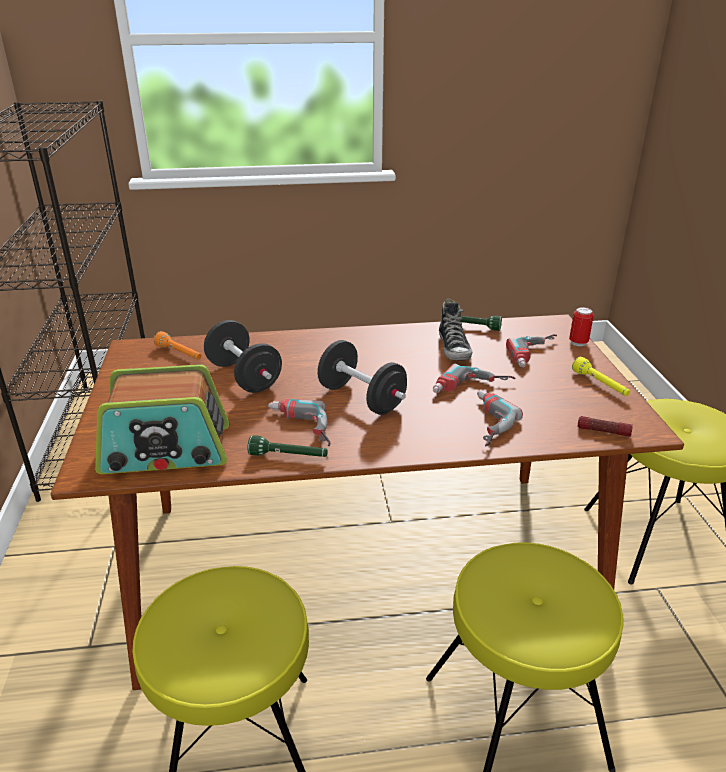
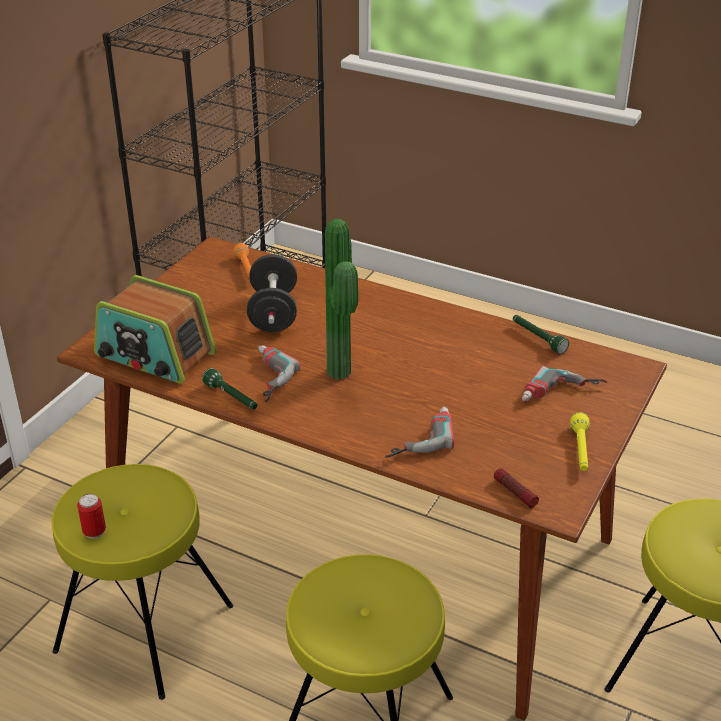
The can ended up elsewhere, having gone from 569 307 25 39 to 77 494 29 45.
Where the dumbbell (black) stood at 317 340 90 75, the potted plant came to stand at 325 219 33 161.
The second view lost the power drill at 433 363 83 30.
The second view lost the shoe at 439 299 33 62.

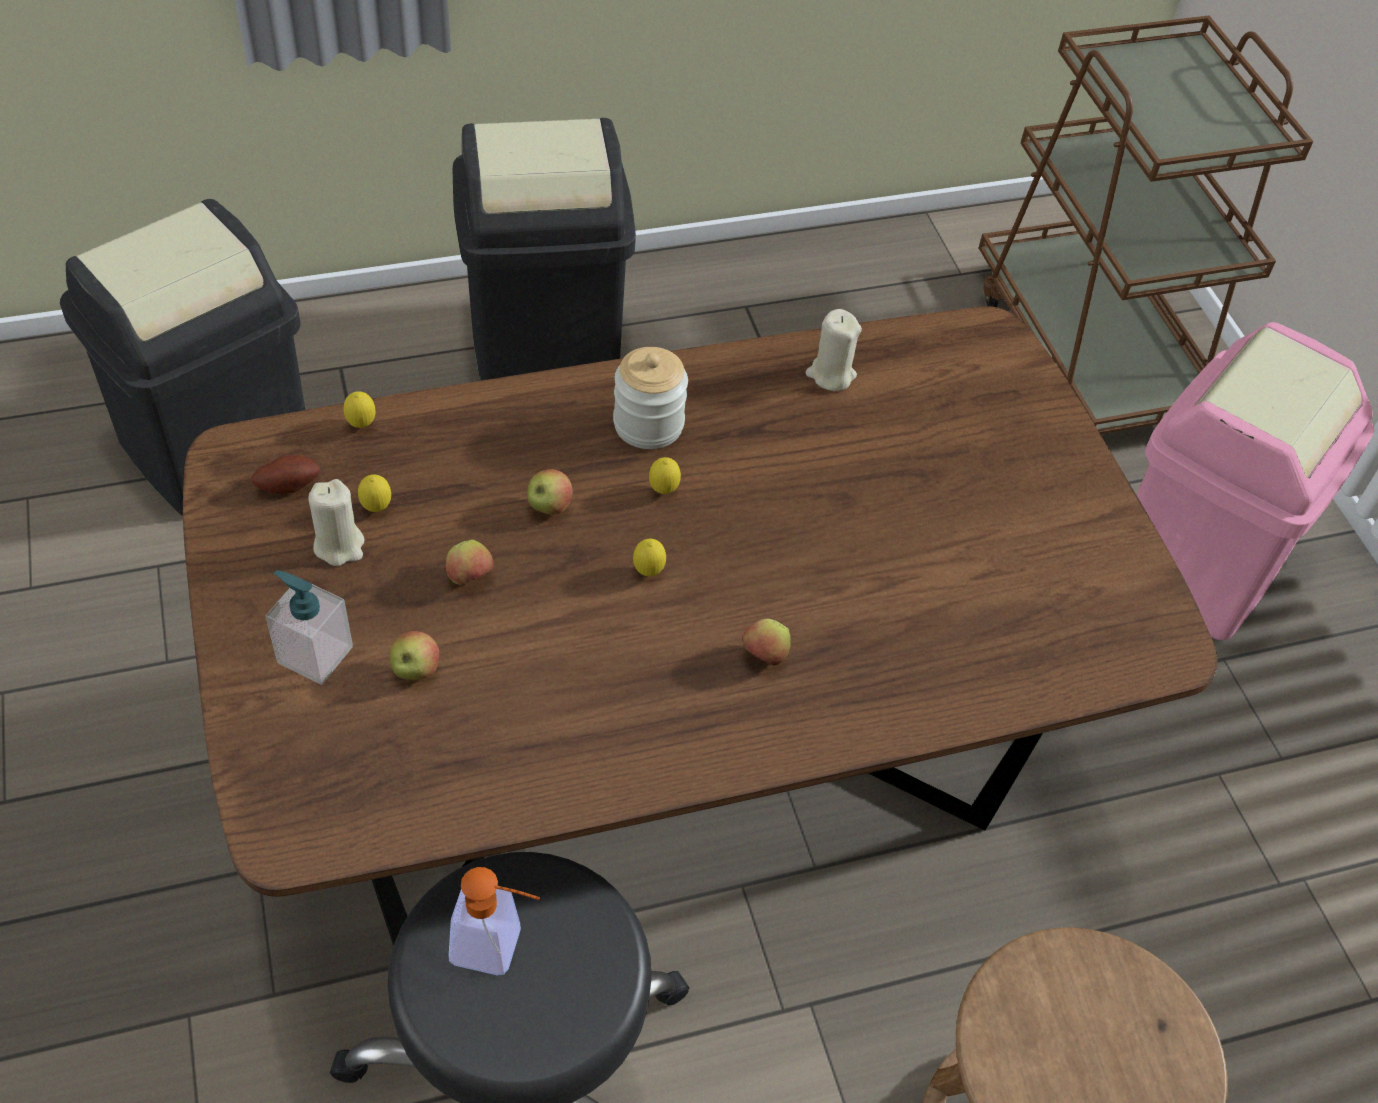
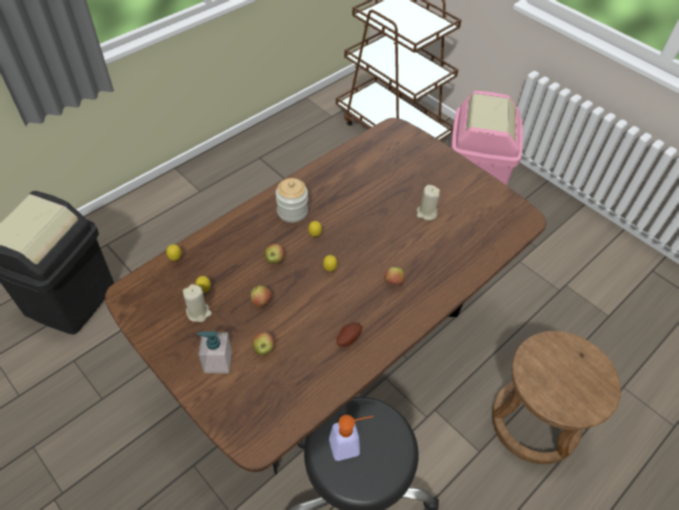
The potato ended up elsewhere, having gone from 251 455 69 39 to 336 323 26 24.
The candle (beige) ended up elsewhere, having gone from 806 309 56 82 to 417 185 23 35.
The second view lost the trash can (black) at 453 118 183 263.

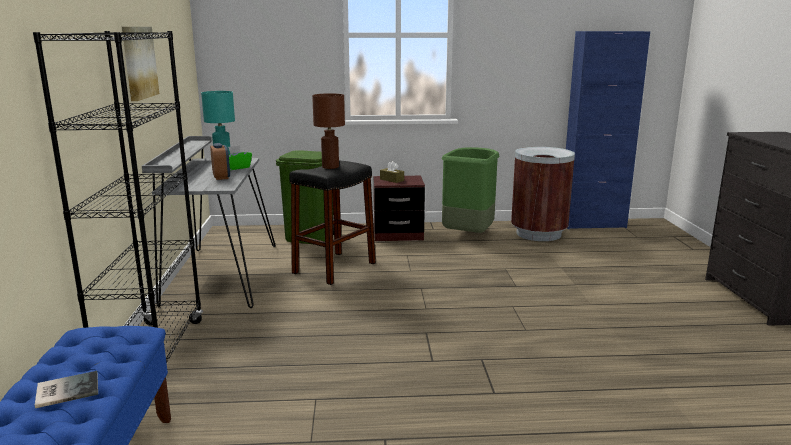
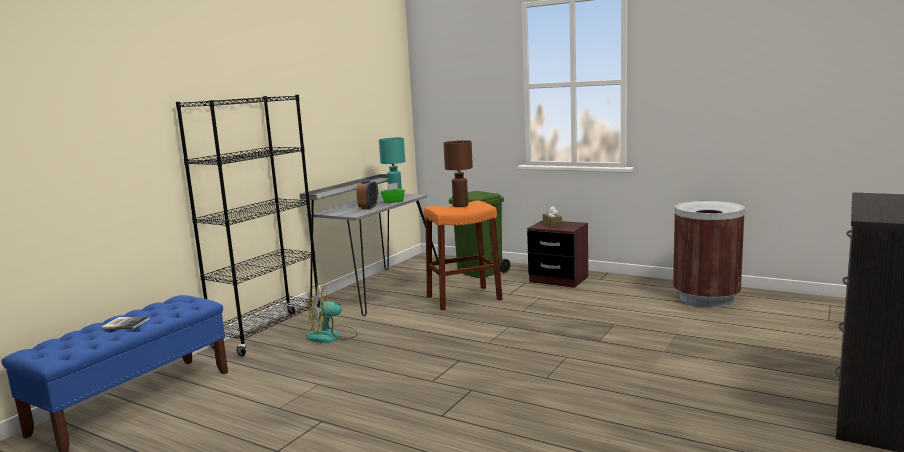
The second view gained the fan at 306 283 52 60.
What was the stool (black) at 289 161 87 124 turned into the stool (orange) at 424 201 79 110.
The second view lost the picture at 122 27 37 74.
The second view lost the trash can (green) at 442 147 57 86.
The second view lost the cabinet (blue) at 566 31 84 198.

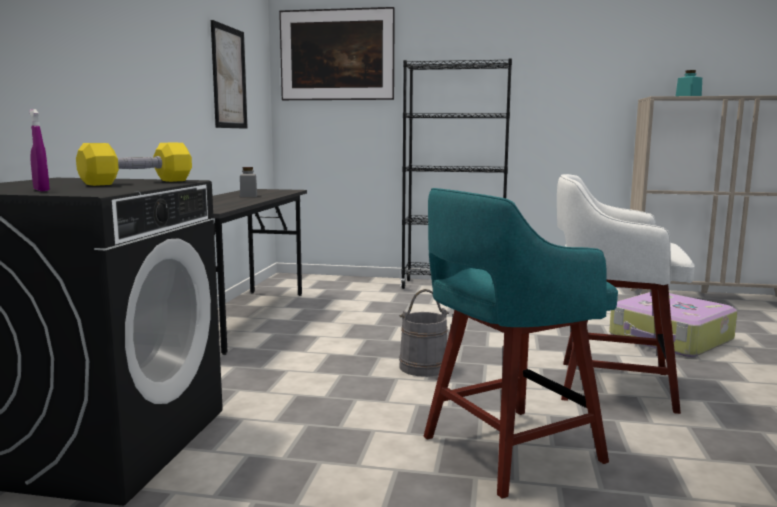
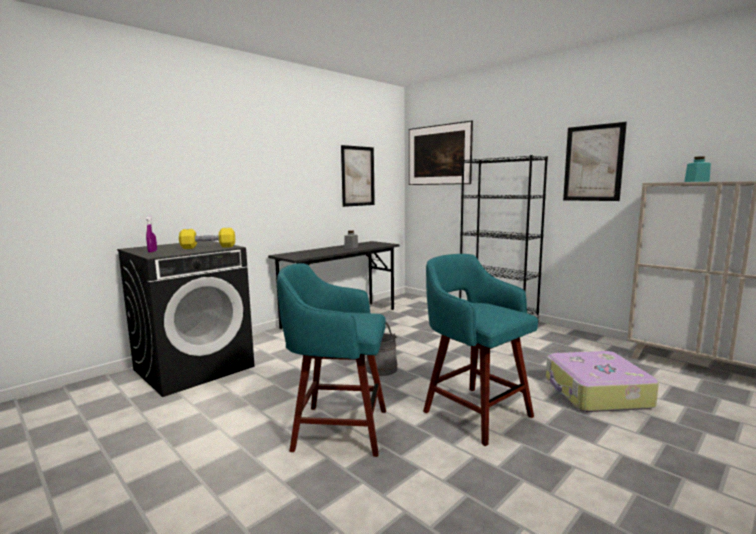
What was the stool (white) at 557 174 138 240 turned into the stool (turquoise) at 423 254 115 192.
The second view gained the picture at 563 122 64 79.

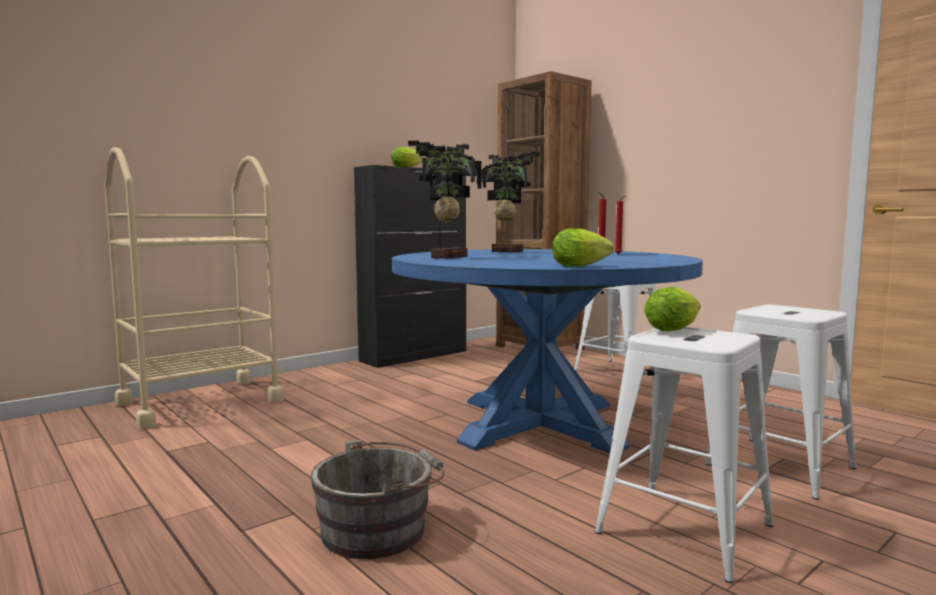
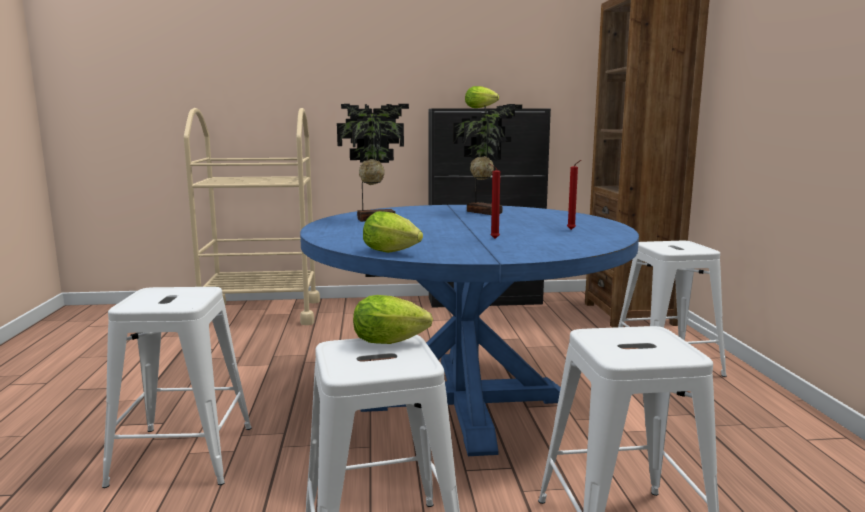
Where the bucket (grey) stood at 311 439 133 120, the stool (white) came to stand at 102 287 150 201.

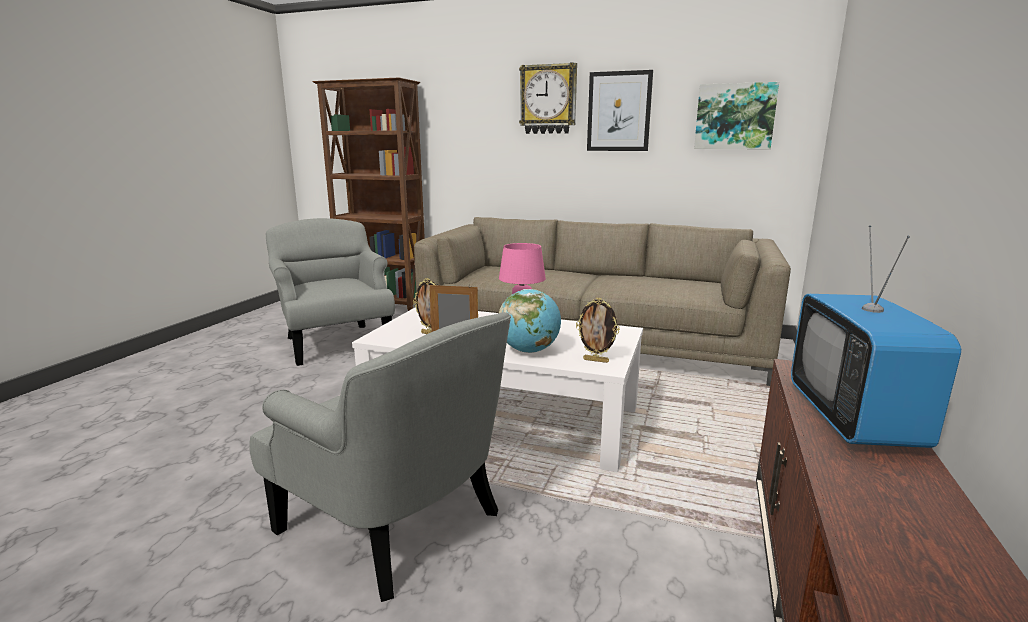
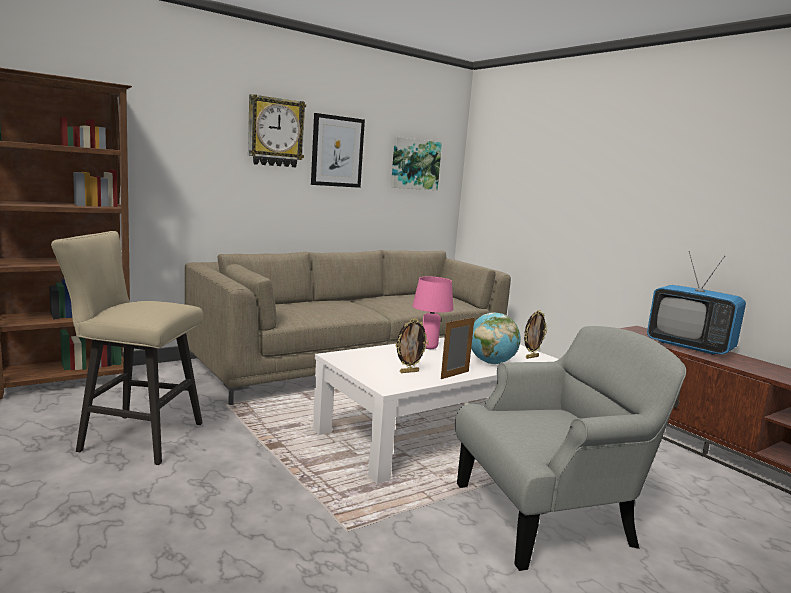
Where the armchair (grey) stood at 266 218 129 148, the stool (beige) came to stand at 51 231 152 234.

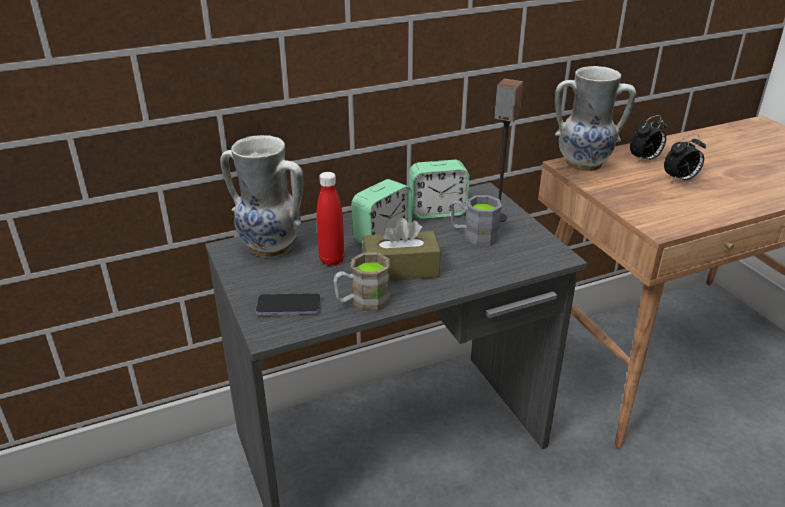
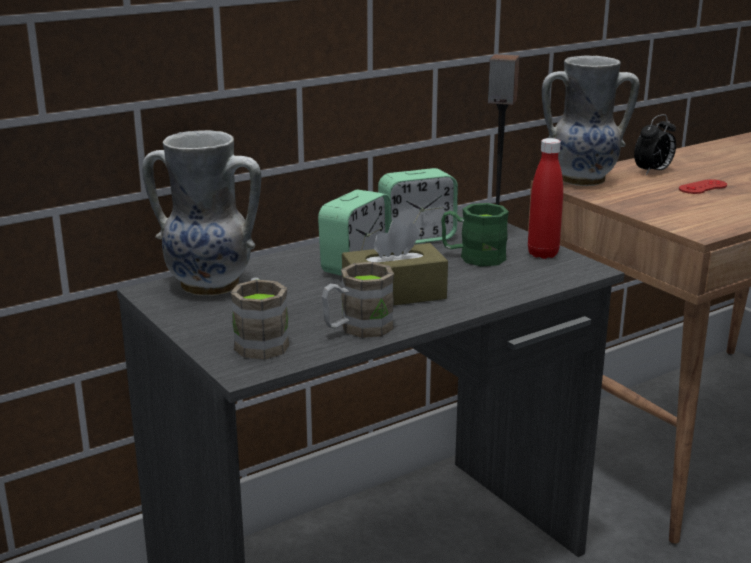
Where the phone stood at 256 293 65 22, the mug (brown) came to stand at 231 278 59 82.
What was the mug (grey) at 451 195 51 51 turned into the mug (green) at 441 203 68 64.
The bottle (red) ended up elsewhere, having gone from 316 172 29 94 to 528 138 35 121.
Where the alarm clock stood at 664 134 42 49, the game controller (red) came to stand at 679 179 48 15.

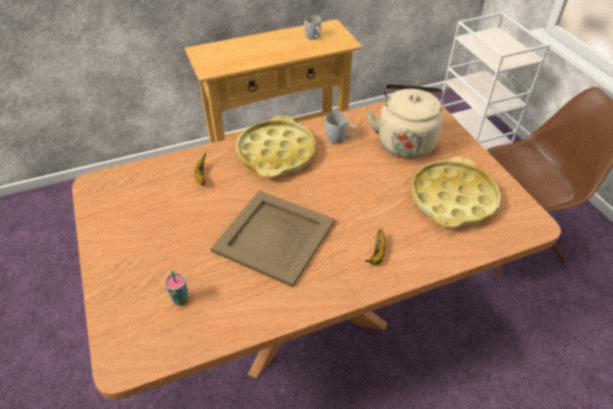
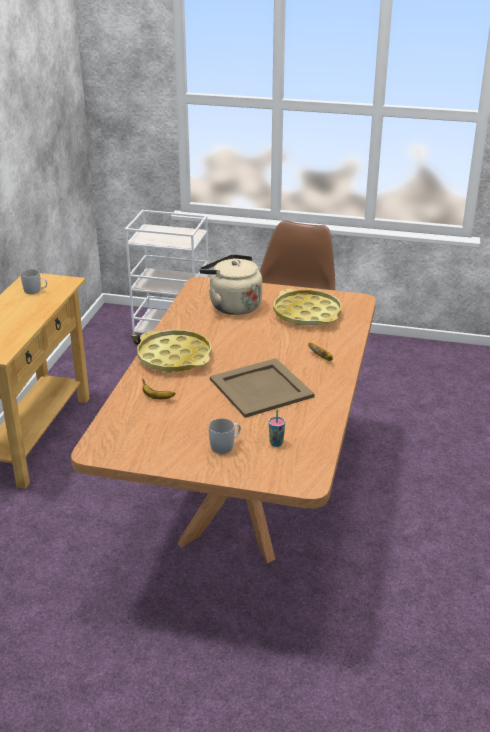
The mug (white) ended up elsewhere, having gone from 325 112 31 31 to 209 418 32 36.

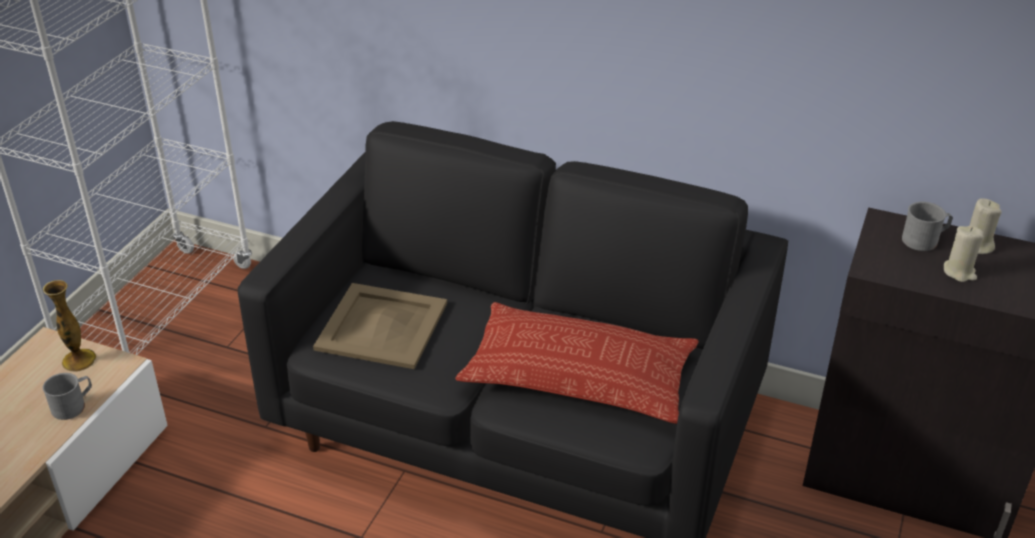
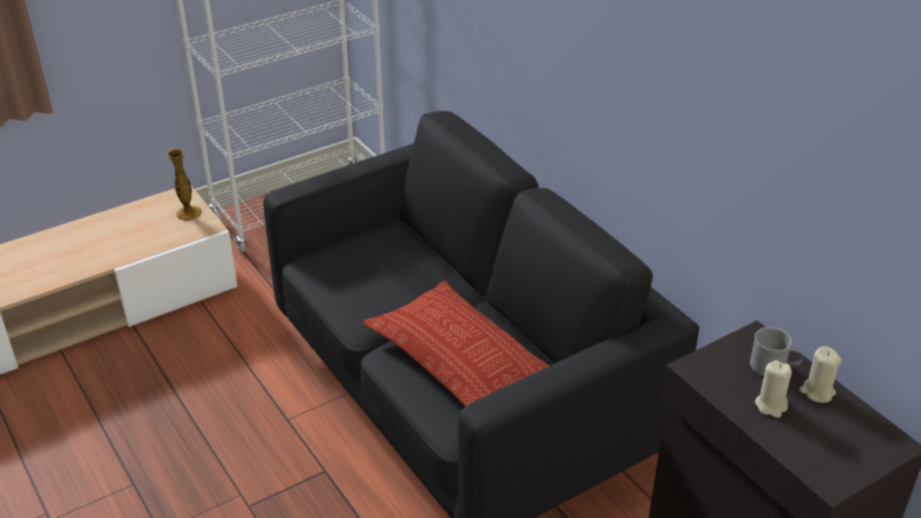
The second view lost the mug (grey) at 43 373 49 47.
The second view lost the tray (beige) at 313 283 134 86.

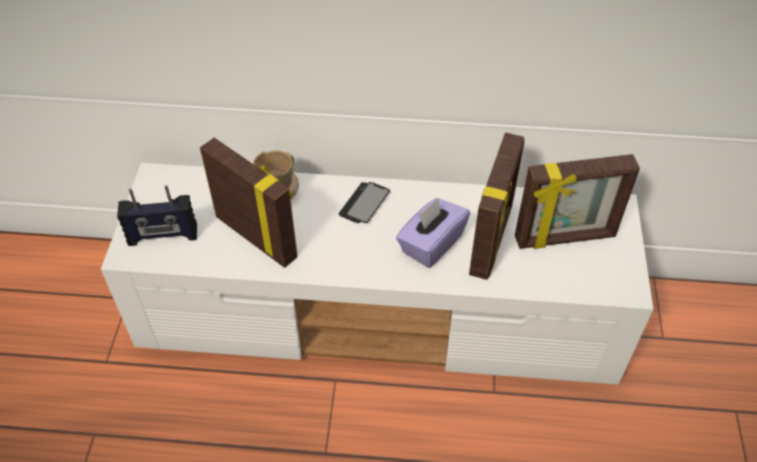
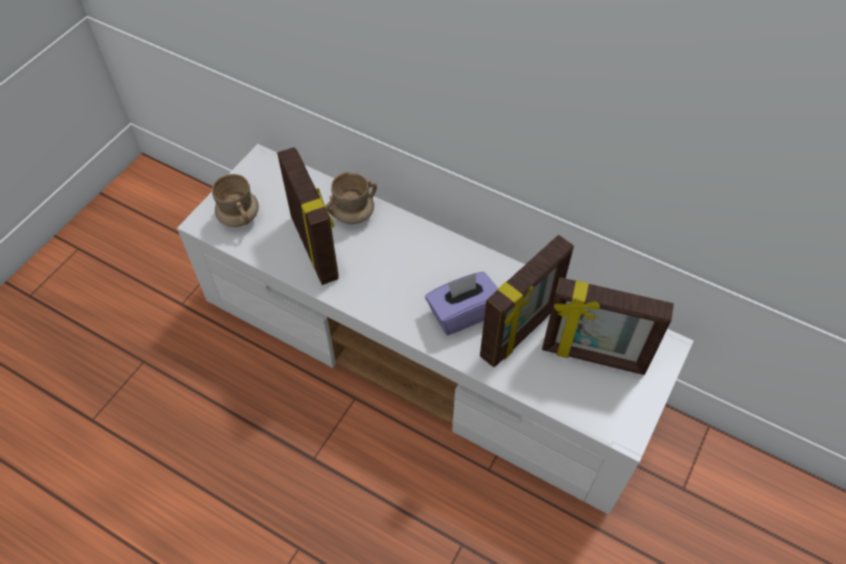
Where the radio stood at 117 185 80 61, the mug (beige) came to stand at 212 174 47 53.
The second view lost the phone at 339 182 51 41.

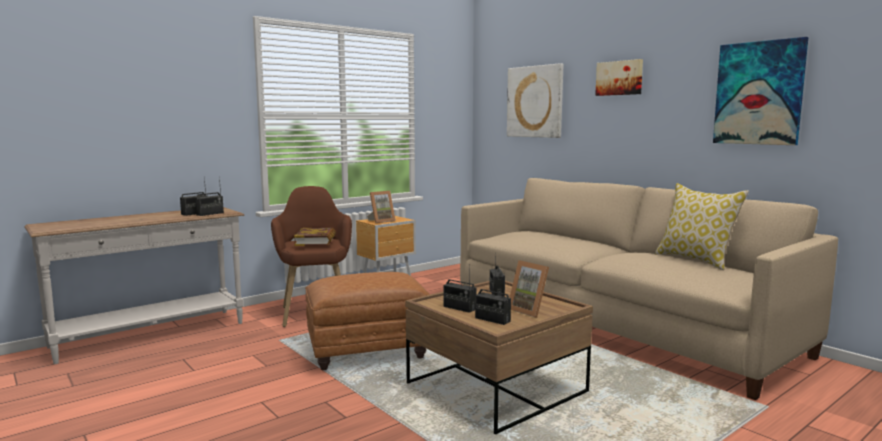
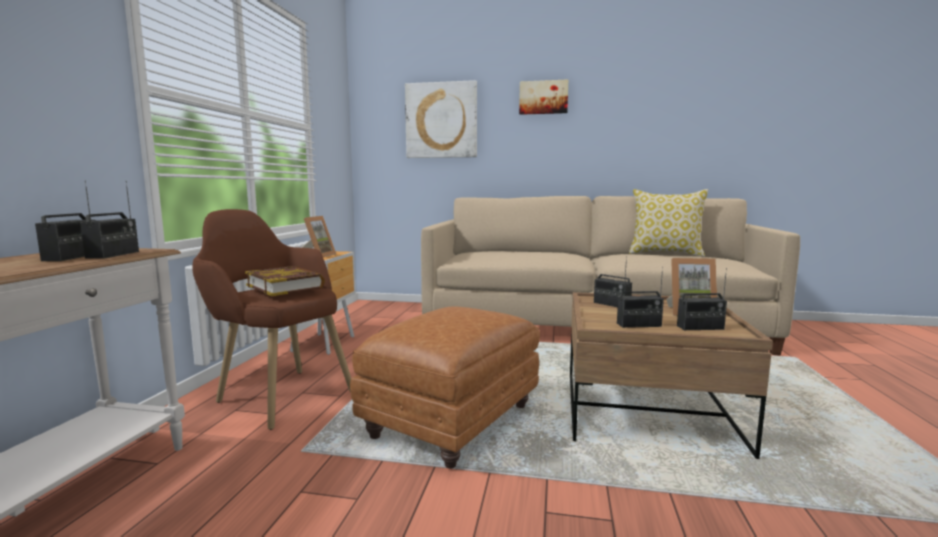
The second view lost the picture at 713 37 96 108.

